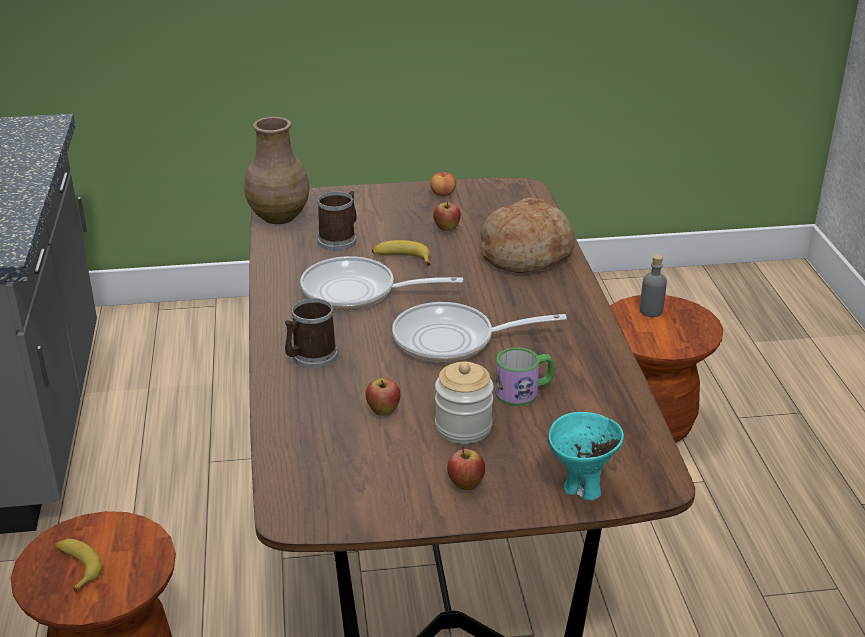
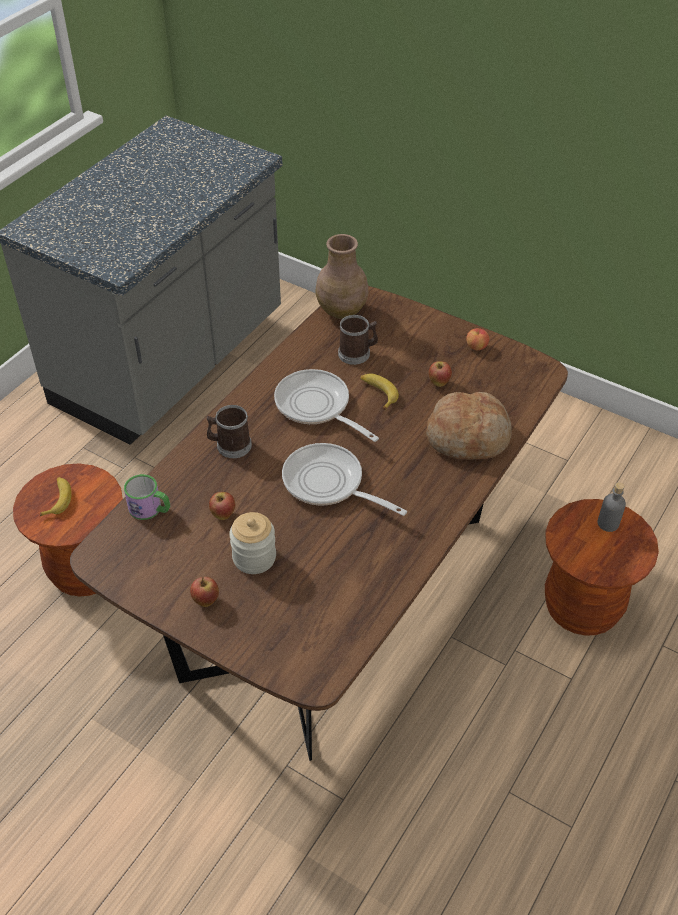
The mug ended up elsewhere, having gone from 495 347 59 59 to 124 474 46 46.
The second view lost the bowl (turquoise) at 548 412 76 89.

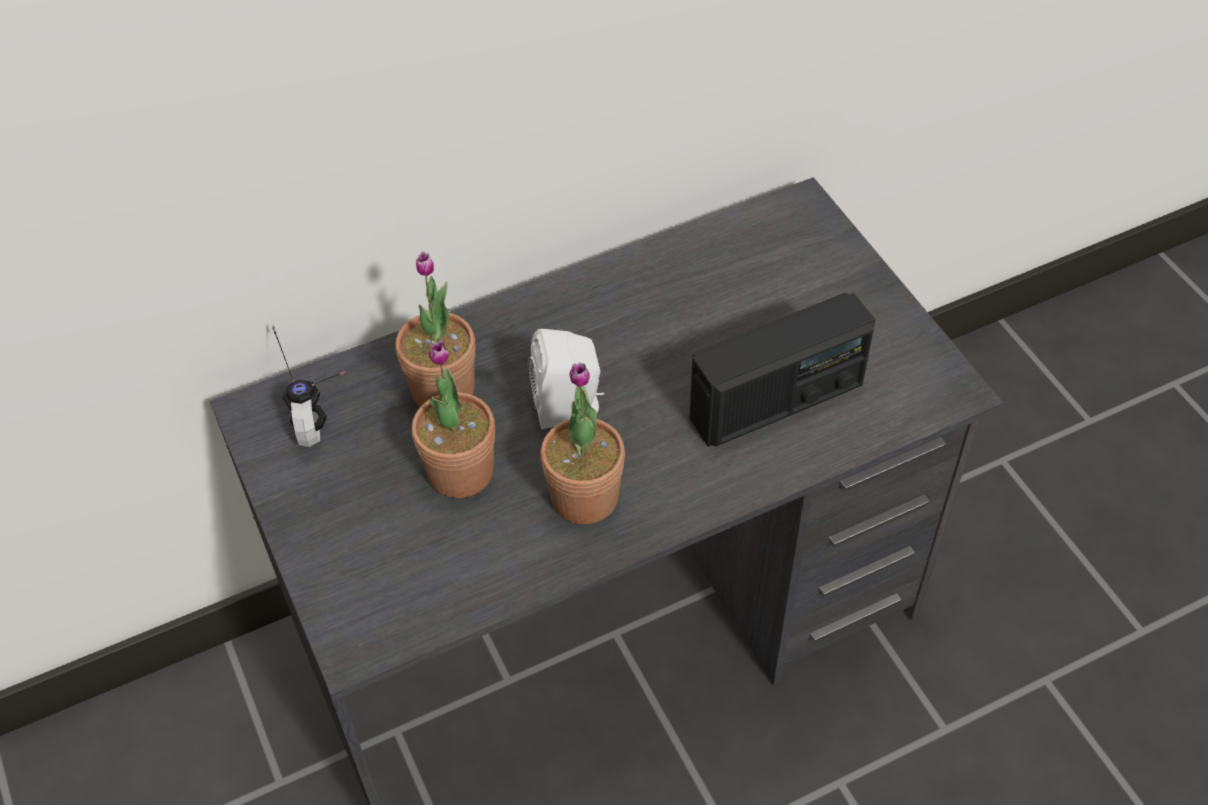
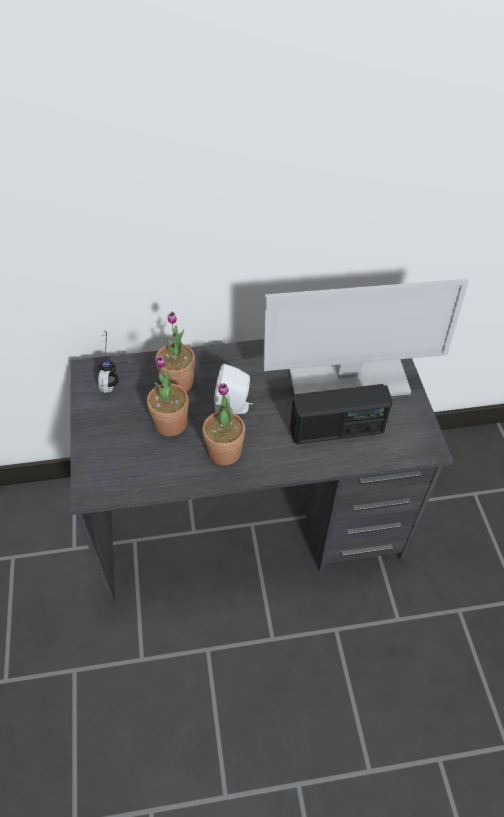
The second view gained the monitor at 263 279 206 117.

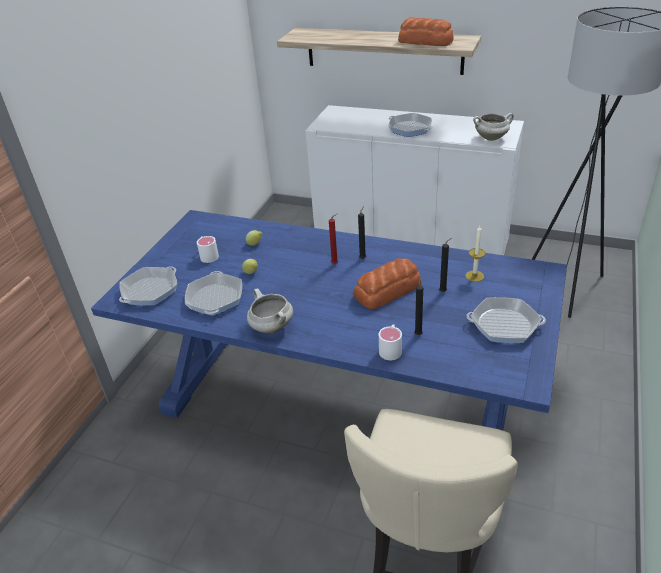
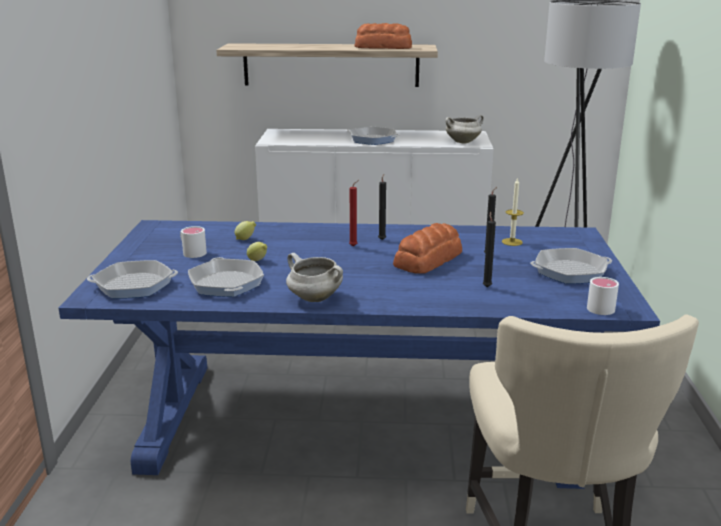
The frying pan at 119 266 58 40 ended up facing another way, 60 degrees clockwise from before.
The mug (white) ended up elsewhere, having gone from 379 324 23 36 to 587 277 32 38.

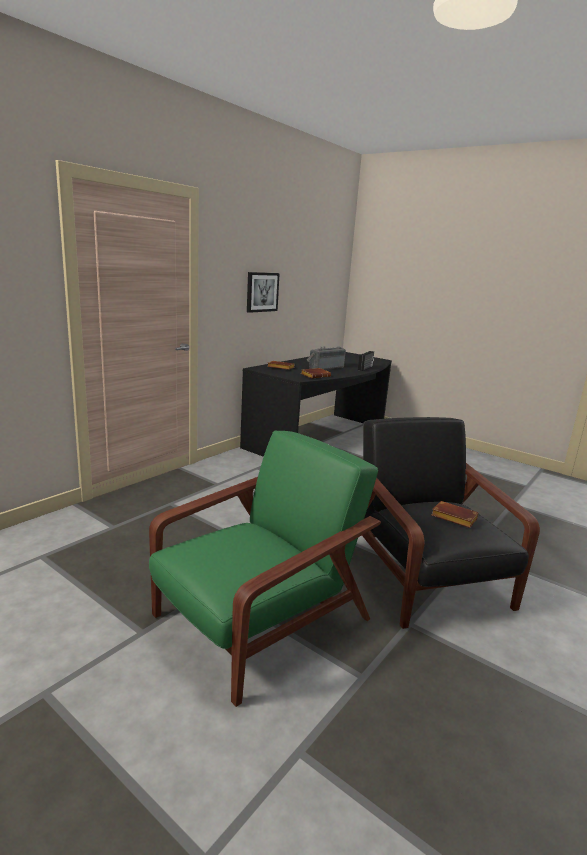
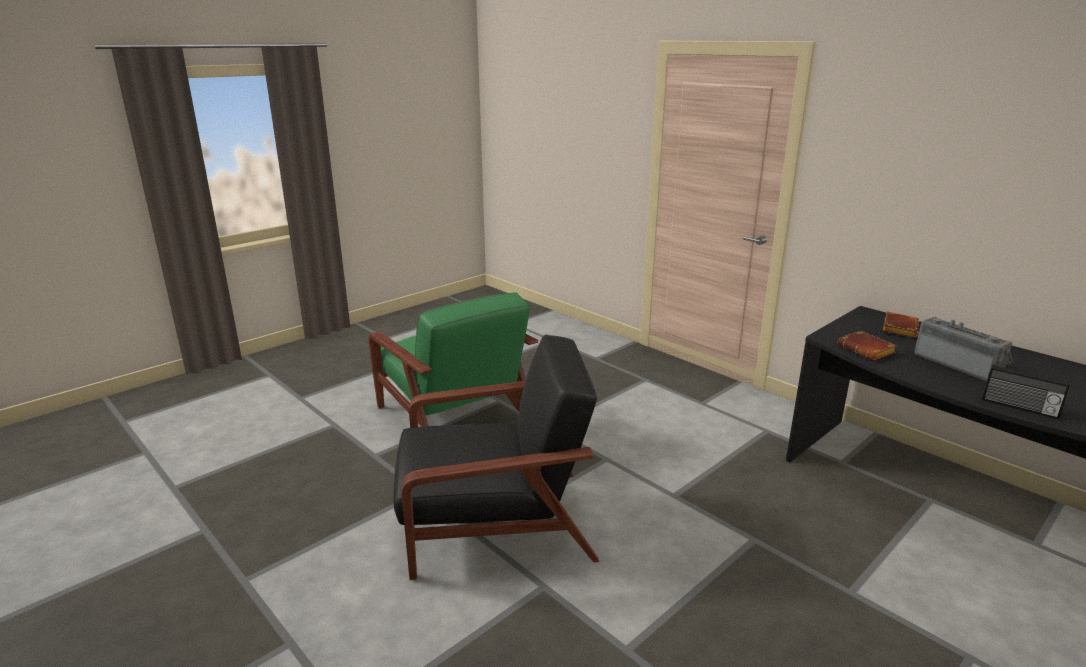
The second view lost the picture at 247 272 33 41.
The second view lost the book (brown) at 431 501 48 27.

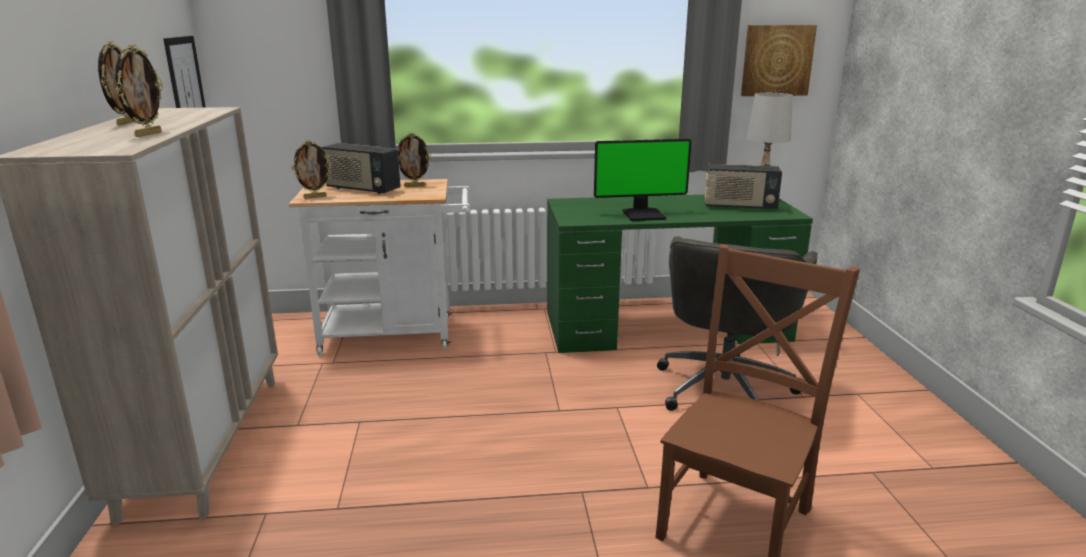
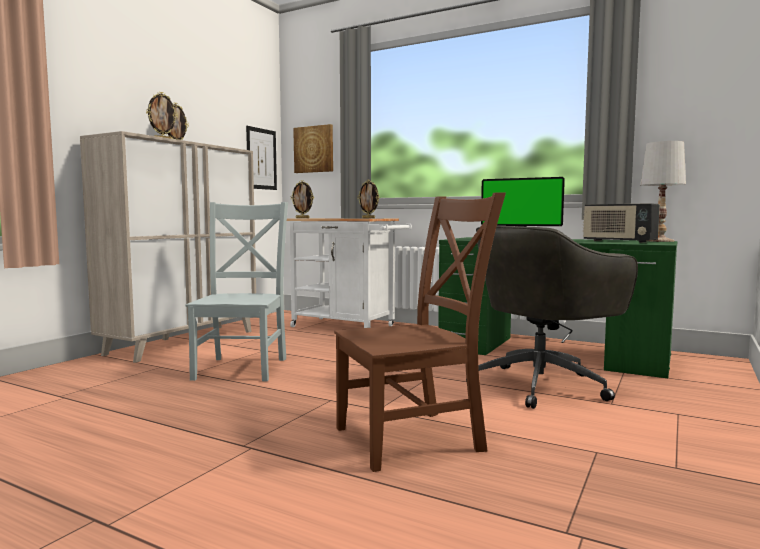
The second view gained the chair (grey) at 186 202 102 179.
The picture ended up elsewhere, having gone from 741 25 76 71 to 293 124 40 49.
The second view lost the radio at 322 143 79 51.

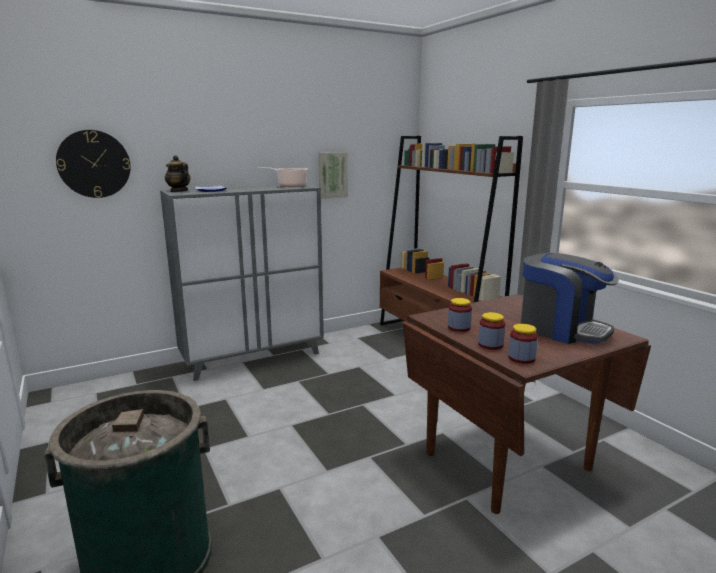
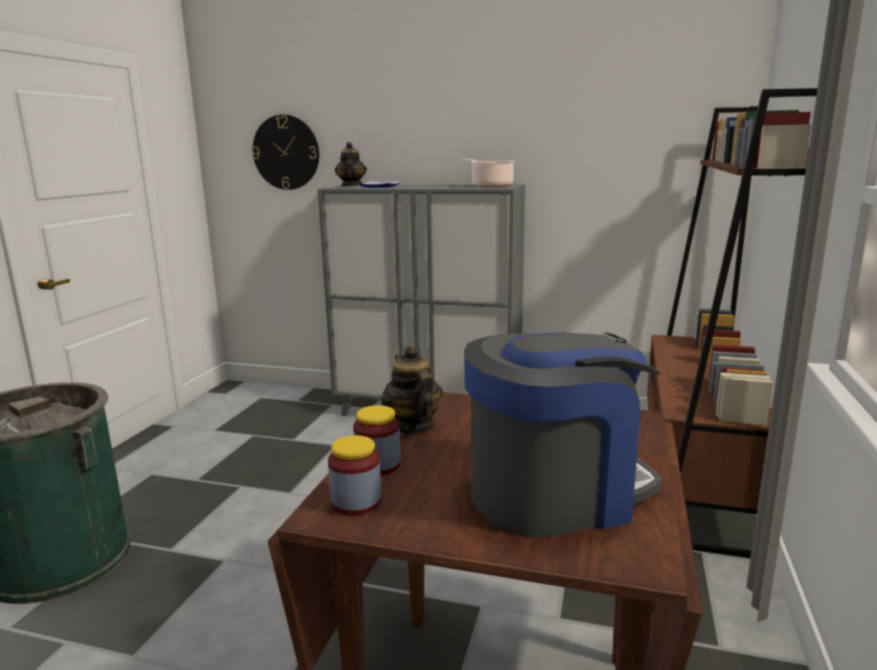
Where the jar stood at 448 298 24 34, the teapot came to stand at 381 345 62 90.
The coffee machine at 521 253 97 91 ended up facing another way, 105 degrees counterclockwise from before.
The second view lost the picture at 318 152 30 47.

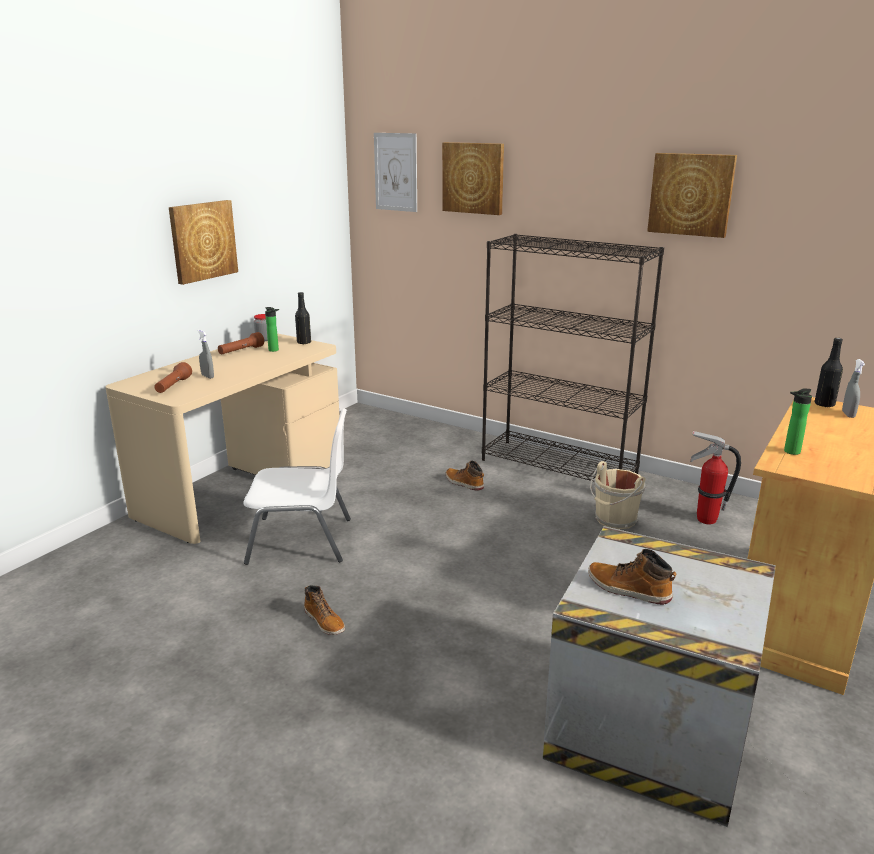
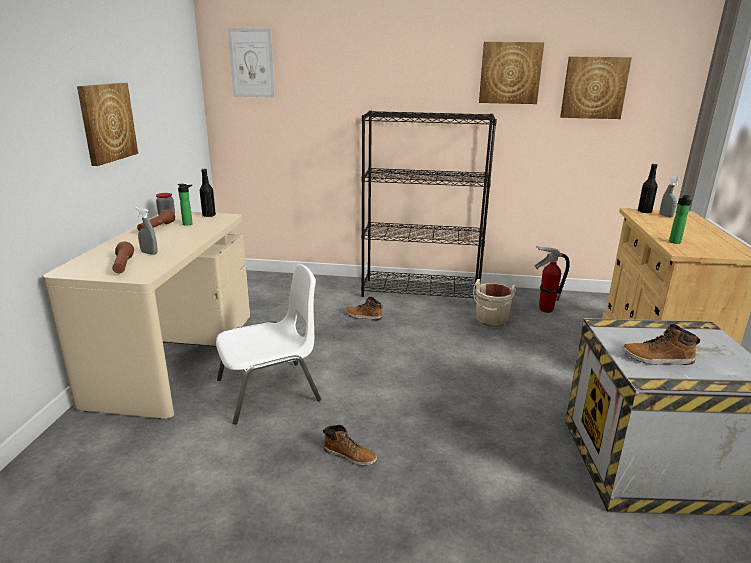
The picture ended up elsewhere, having gone from 442 142 62 73 to 560 57 72 62.

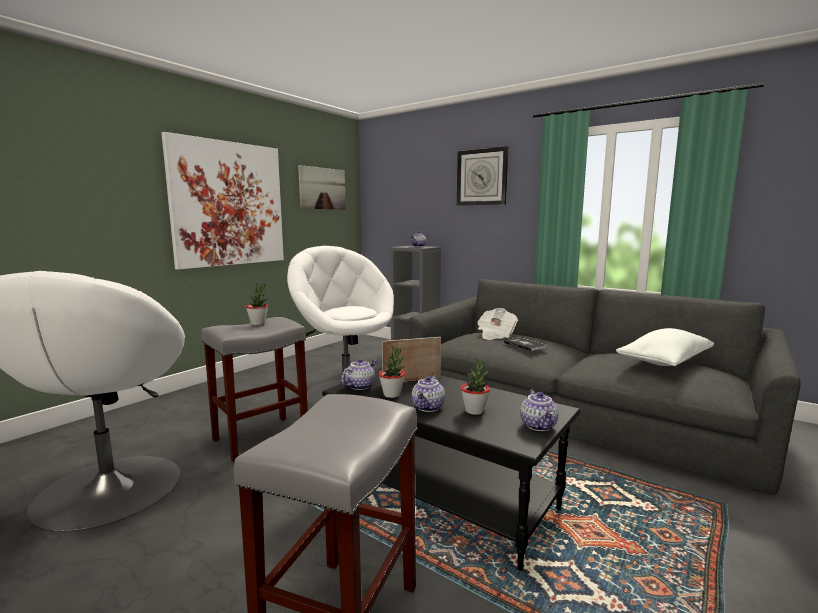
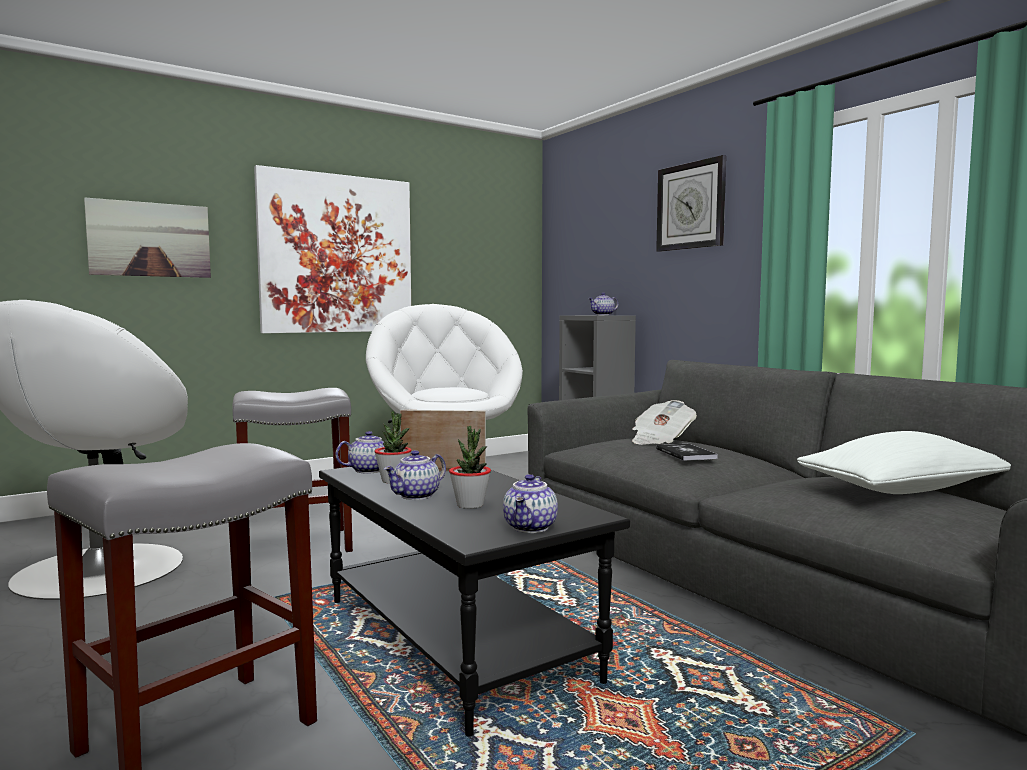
The picture ended up elsewhere, having gone from 298 165 48 45 to 84 197 127 81.
The second view lost the potted plant at 246 283 22 42.

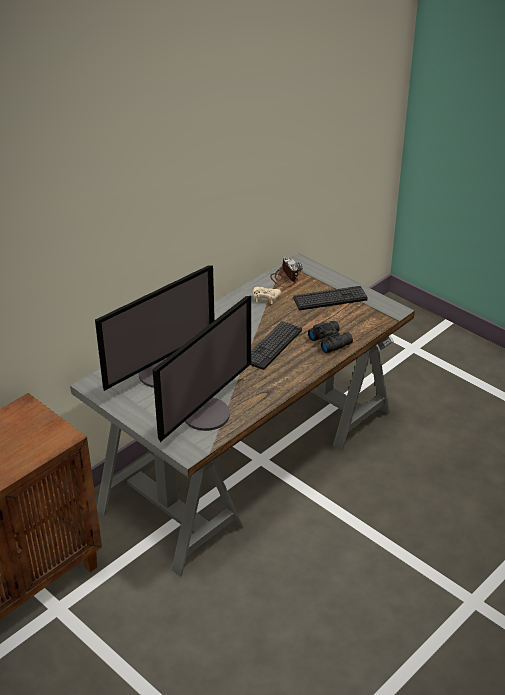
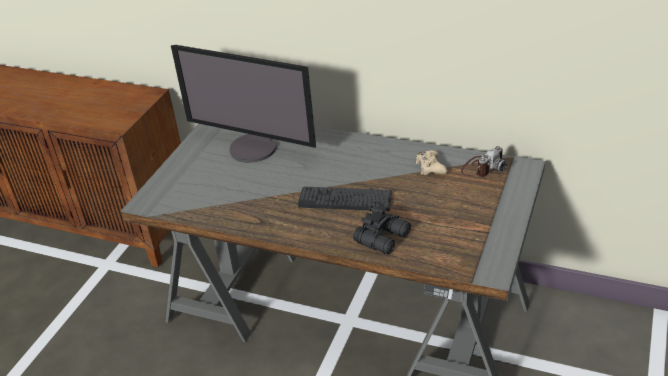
The second view lost the monitor at 153 296 98 146.
The second view lost the keyboard at 293 286 75 24.

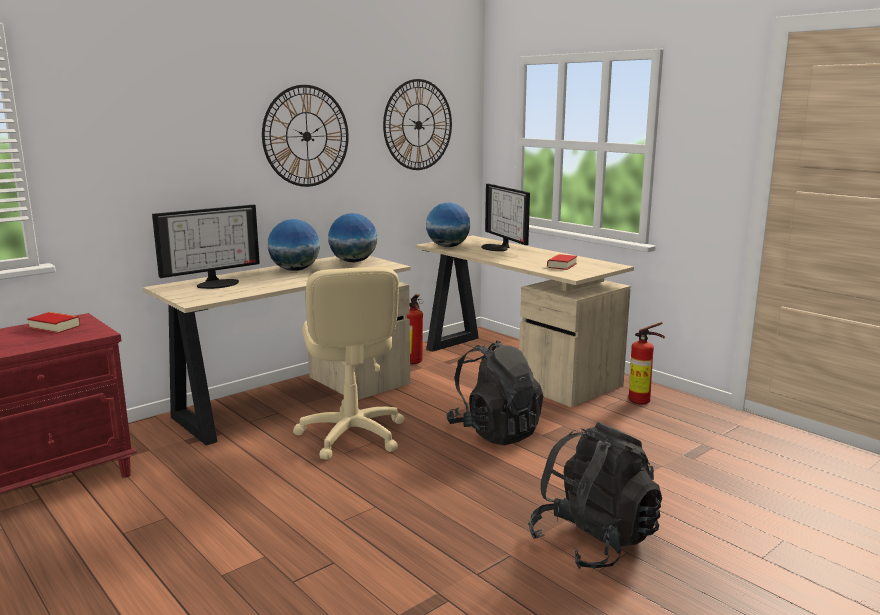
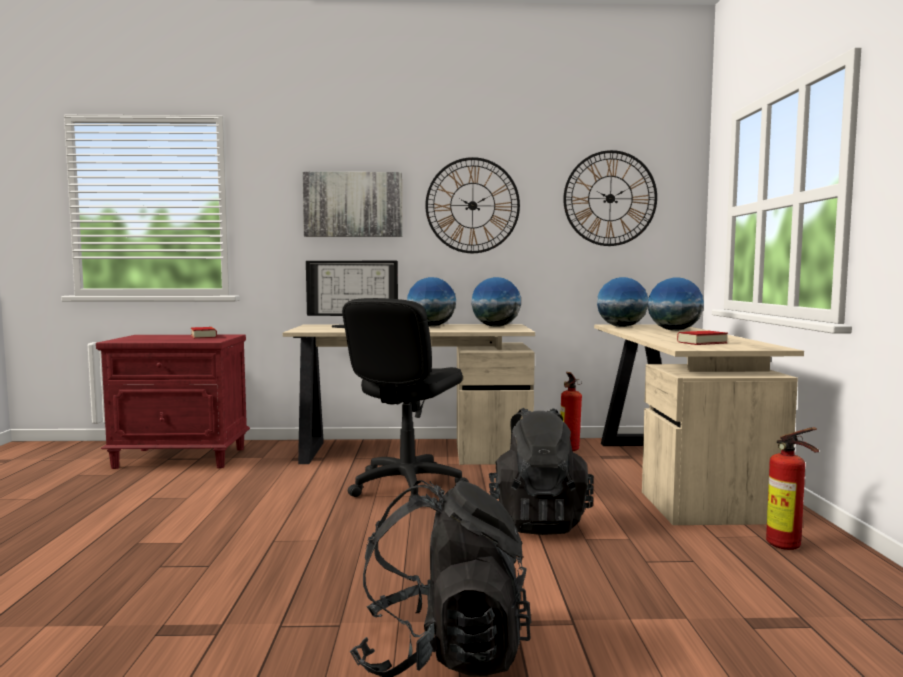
The second view gained the picture at 302 172 101 65.
What was the office chair (beige) at 293 267 111 193 turned into the office chair (black) at 342 298 127 203.
Where the monitor stood at 481 184 49 67, the globe came to stand at 648 277 56 54.

